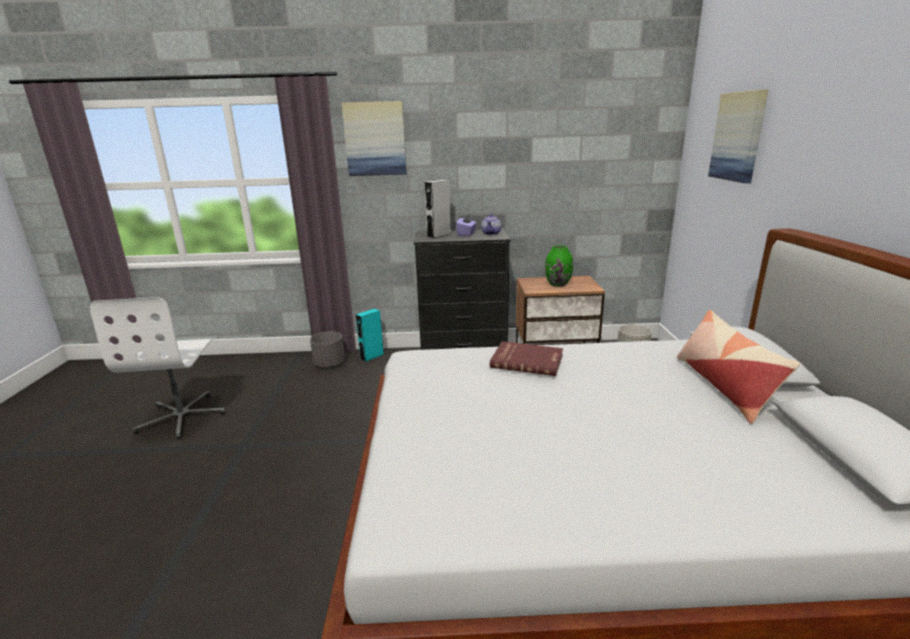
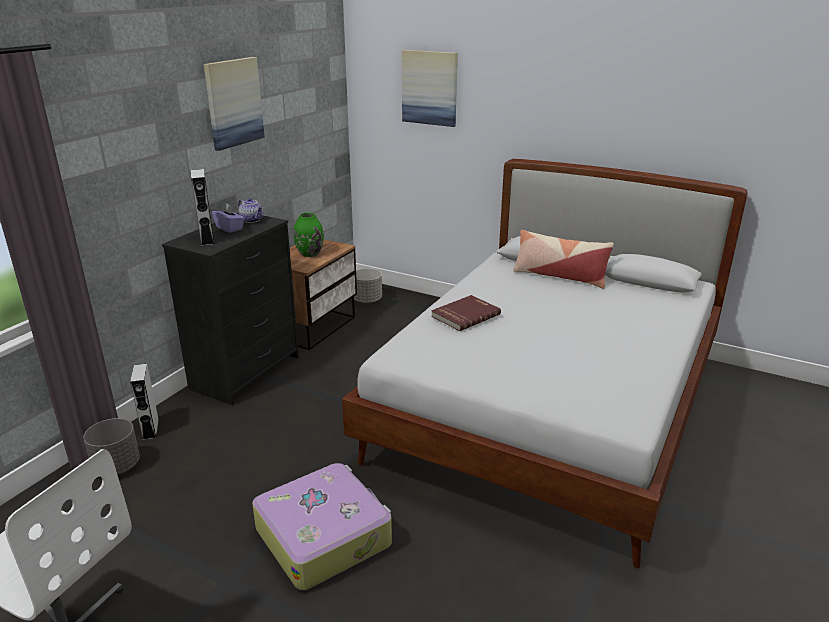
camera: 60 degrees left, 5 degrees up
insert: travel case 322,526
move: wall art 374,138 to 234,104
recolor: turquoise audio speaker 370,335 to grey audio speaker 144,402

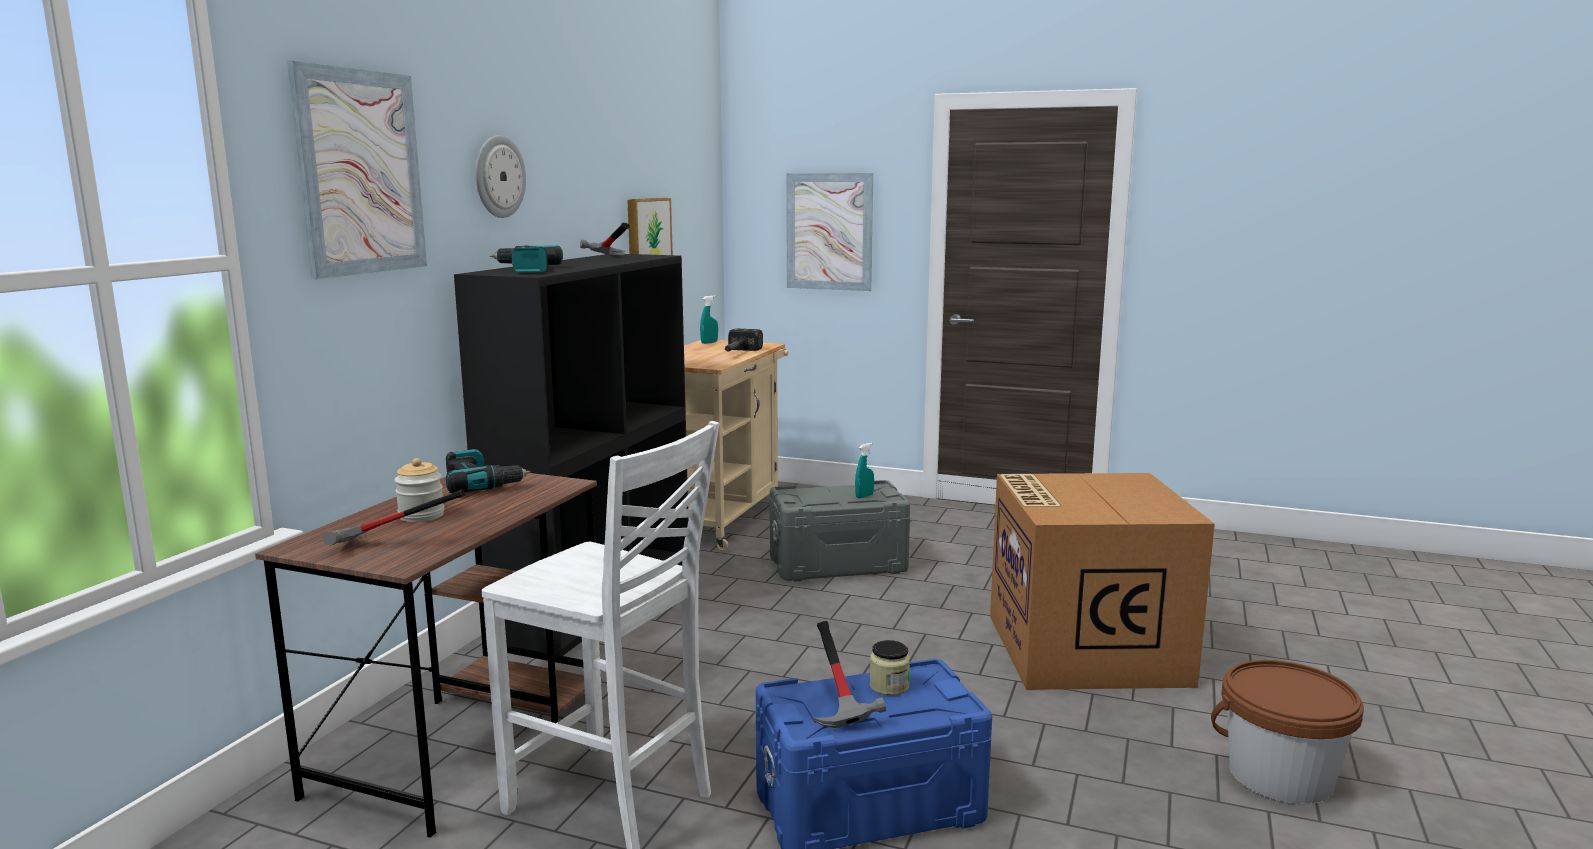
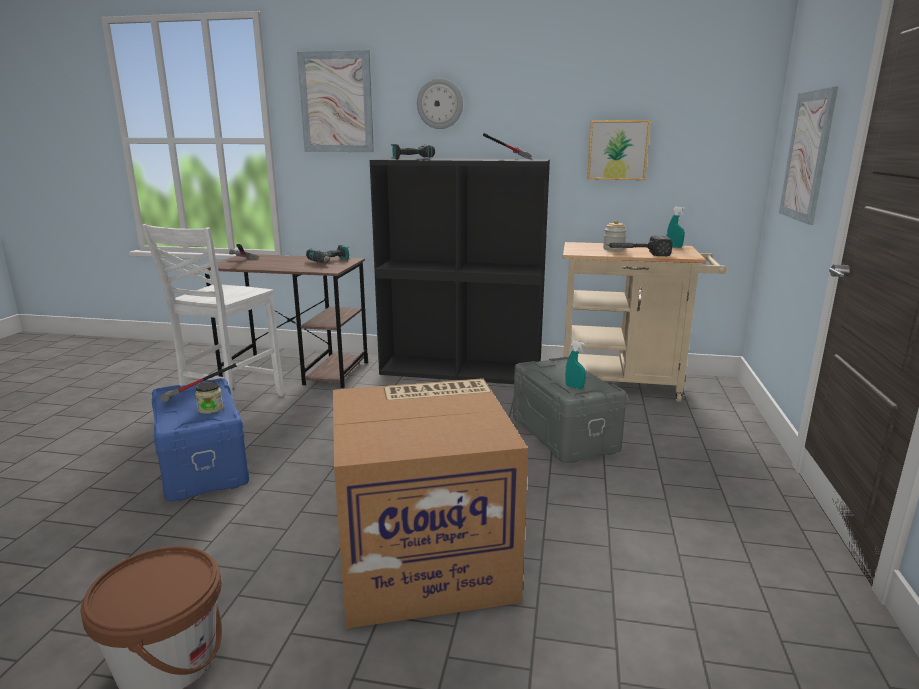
camera: 80 degrees right, 5 degrees up
move: storage jar 419,490 to 615,235

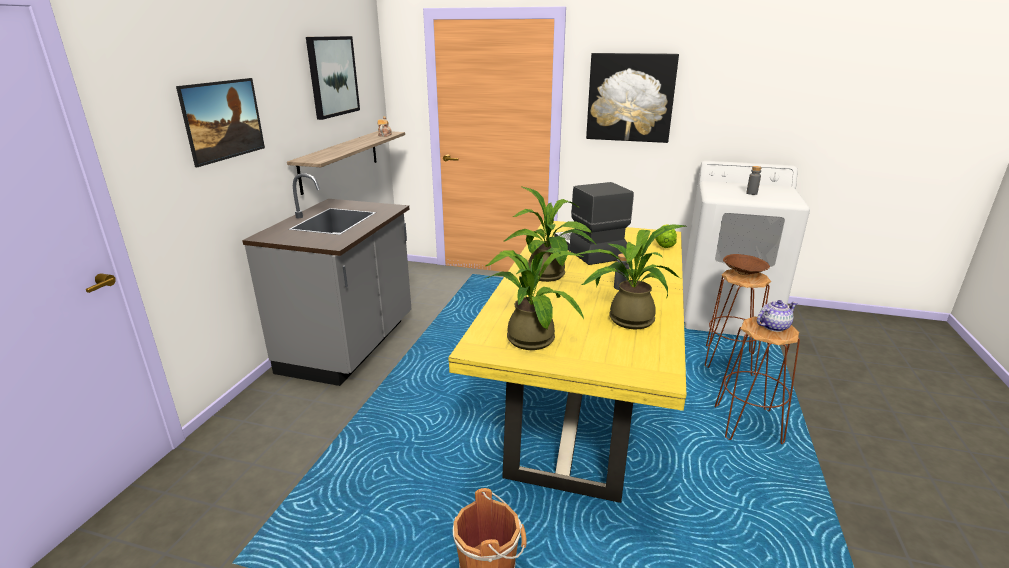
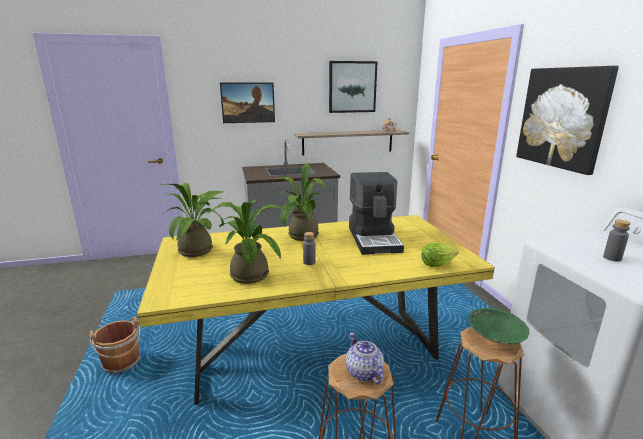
camera: 60 degrees right, 5 degrees down
recolor: brown deep dish 746,264 to green-coloured deep dish 499,326
rotate: teapot 777,316 = 365,358 150 degrees counterclockwise; coffee brewer 594,223 = 376,213 135 degrees clockwise

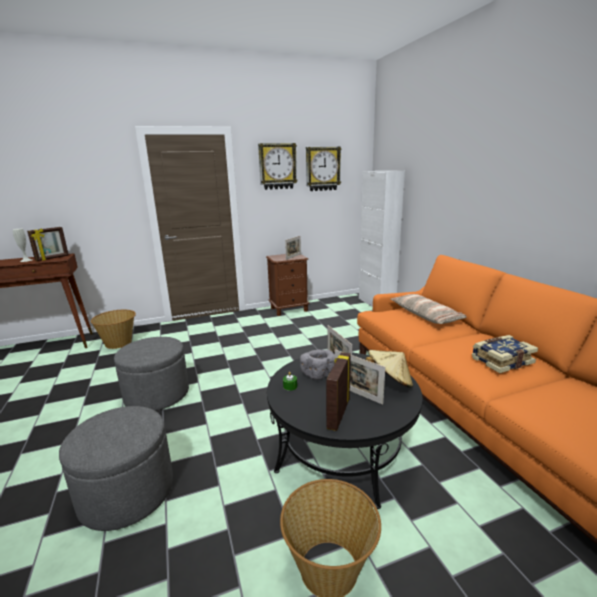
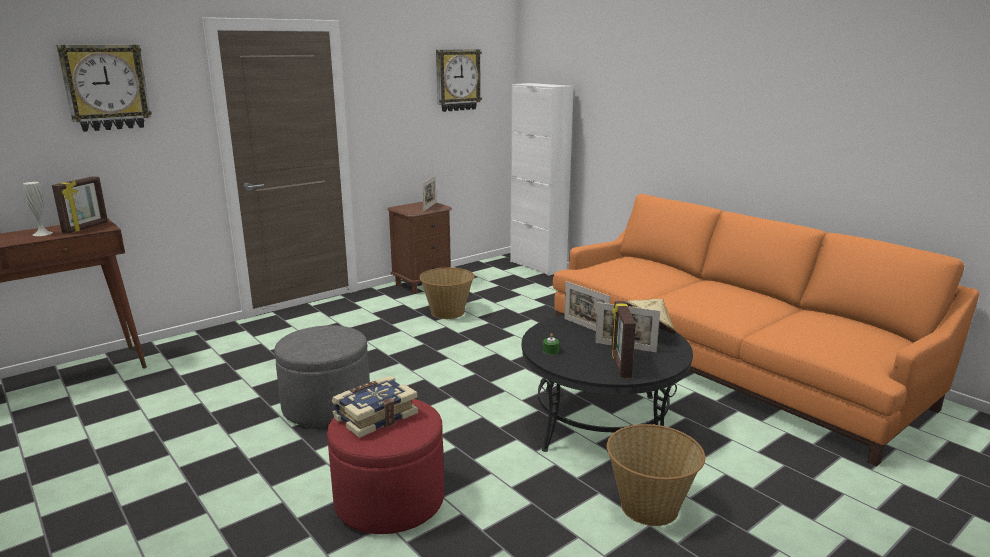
camera: 20 degrees left, 0 degrees up
delete: grey deep dish 317,364; pillow 428,309
move: clock on the wall 278,166 to 104,88; volume 505,354 to 375,407; storage basket 113,329 to 447,293
recolor: grey footrest 116,468 to reddish footrest 385,466

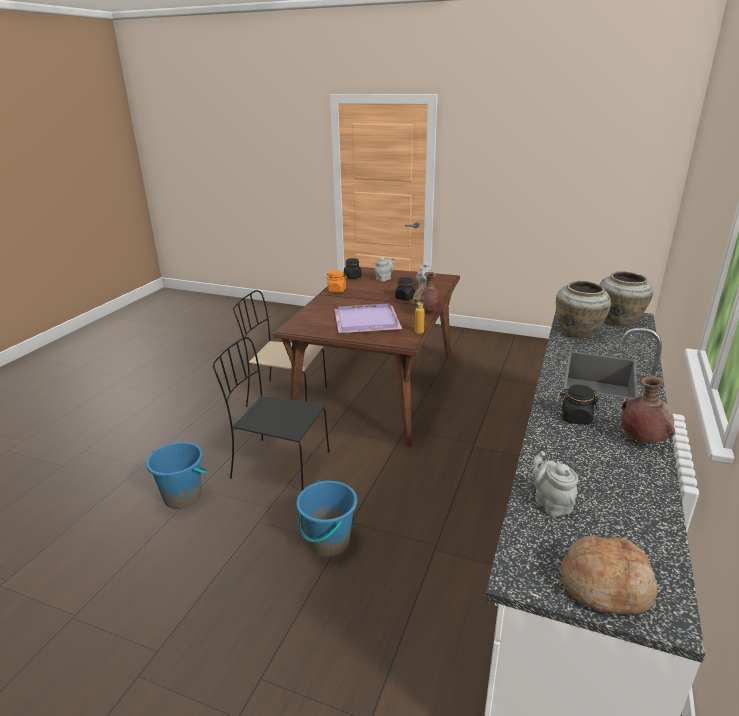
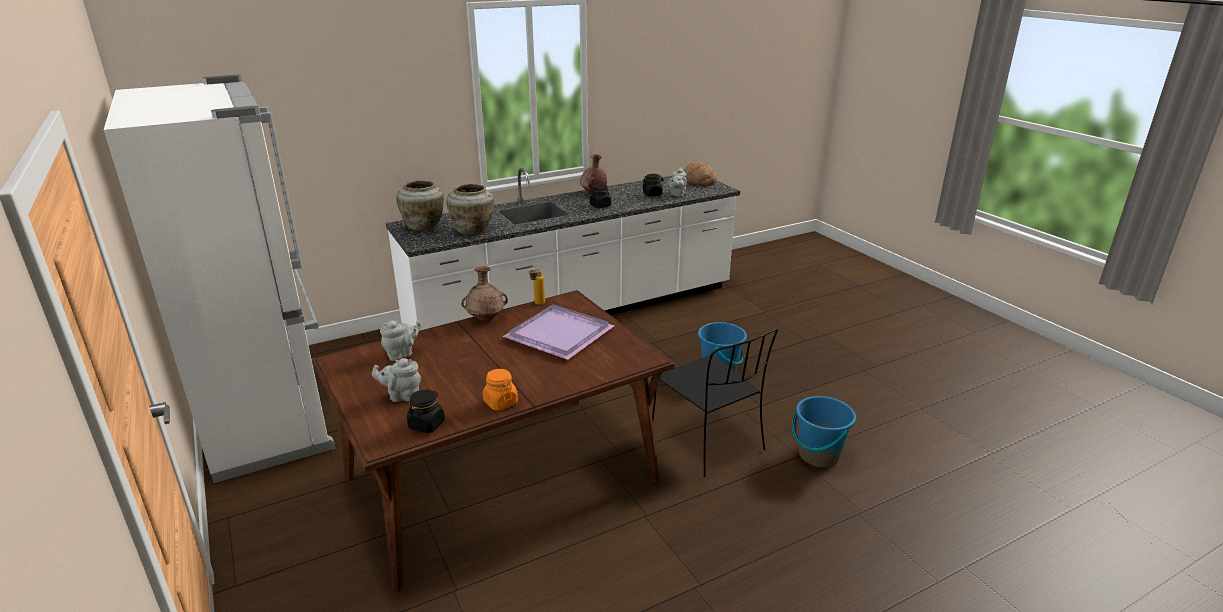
camera: 140 degrees left, 0 degrees up
delete: beige-coloured plain chair 280,348
insert: white fridge 220,279
move: blackish storage jar 405,288 to 653,185

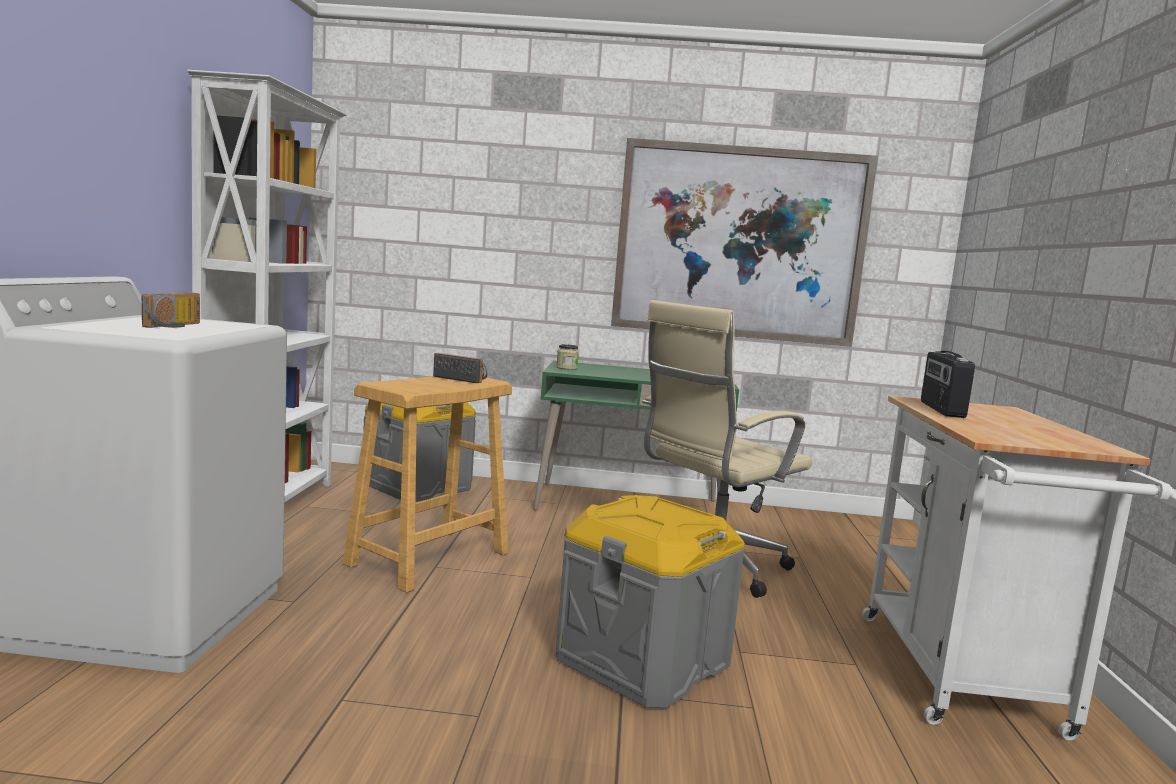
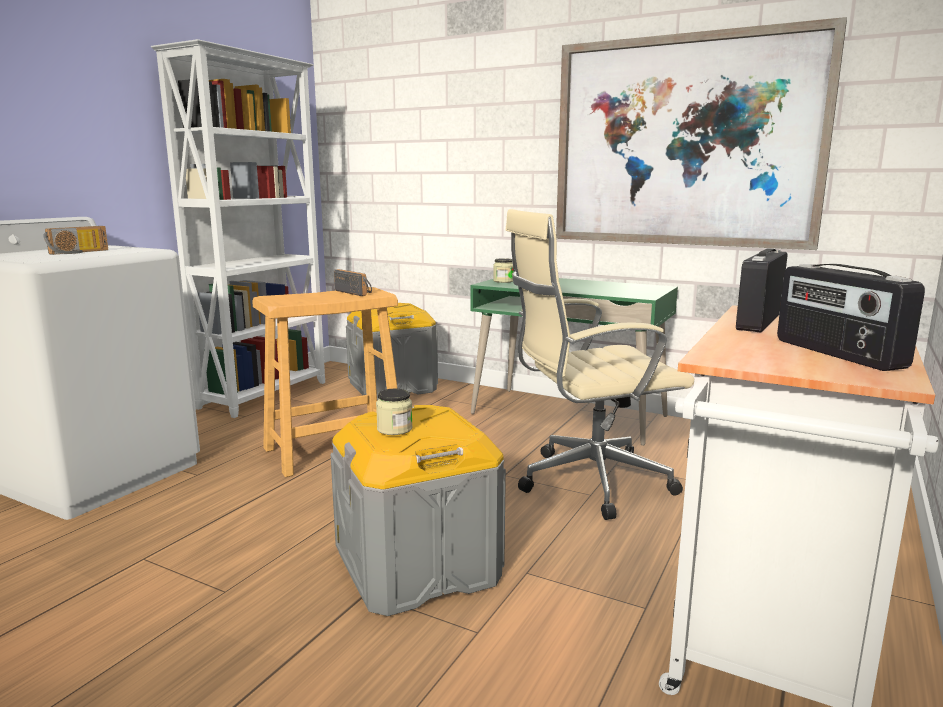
camera: 25 degrees right, 5 degrees up
insert: storage jar 394,412; radio 851,317

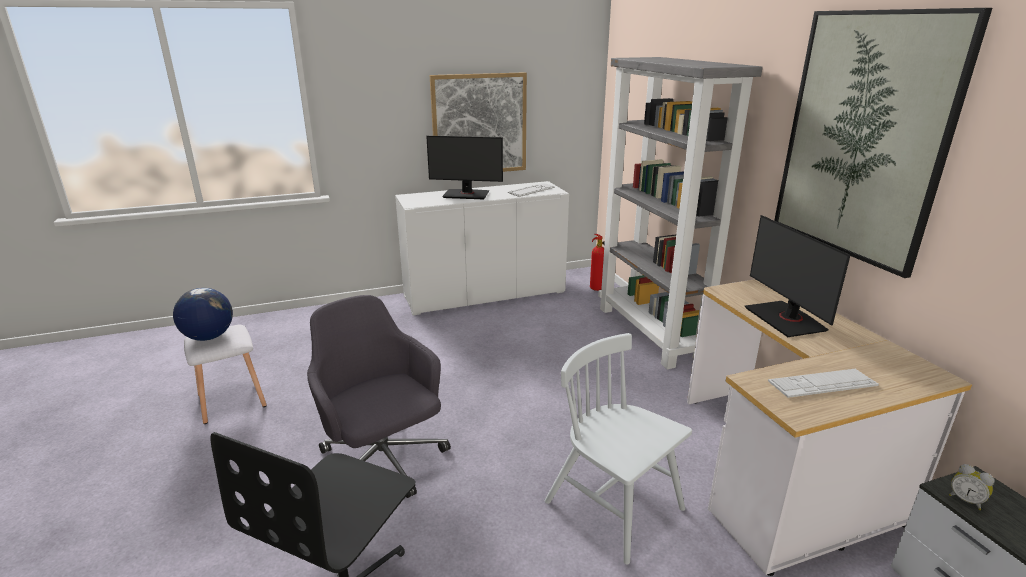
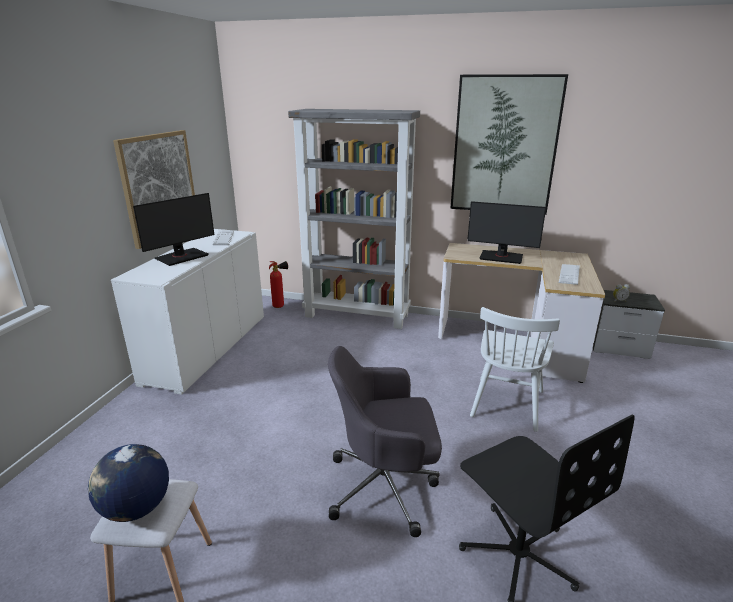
camera: 55 degrees left, 0 degrees up
rotate: white plain chair 618,449 = 515,369 60 degrees counterclockwise

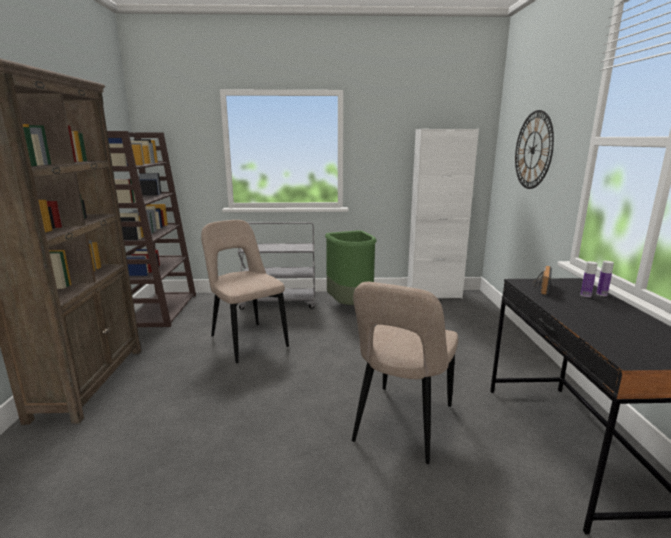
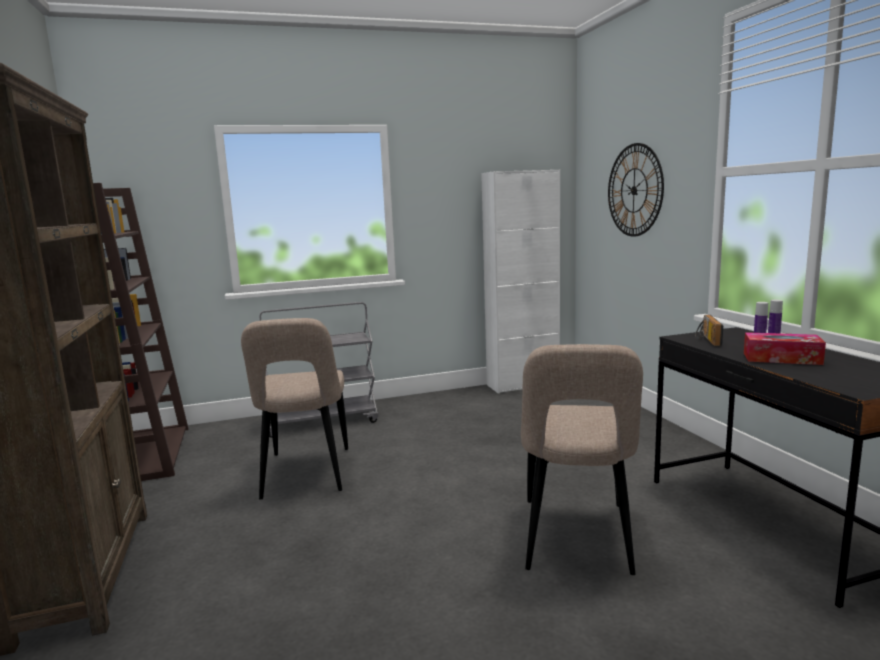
camera: 15 degrees left, 5 degrees down
delete: green-coloured rubbish bin 351,267
insert: tissue box 785,348
rotate: beige-coloured plain chair 245,291 = 294,409 135 degrees counterclockwise

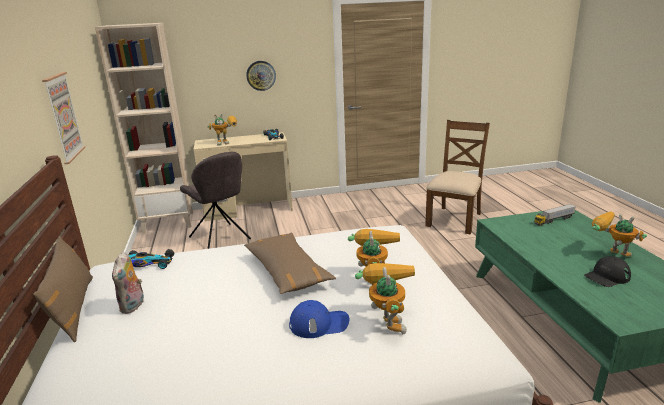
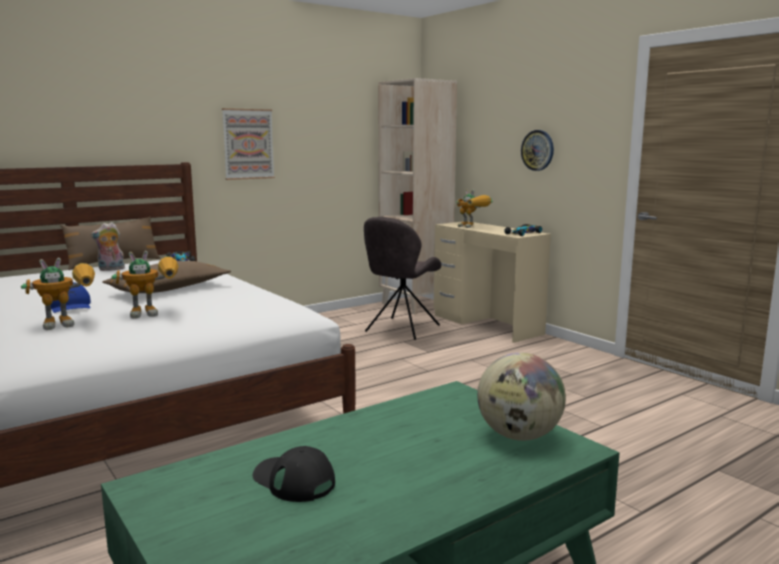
camera: 65 degrees right, 10 degrees down
delete: brown plain chair 457,177; robot figure 619,233
replace: toy lorry 555,215 to world globe 521,397

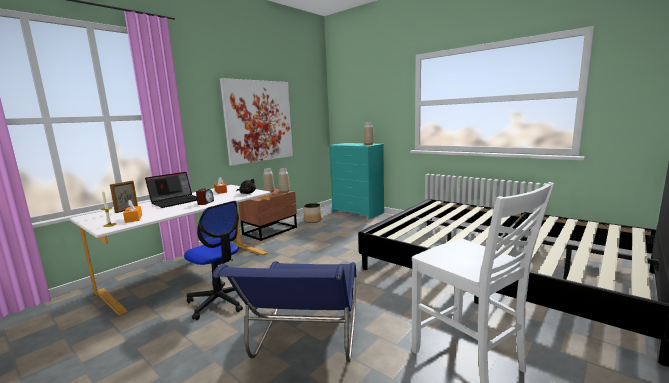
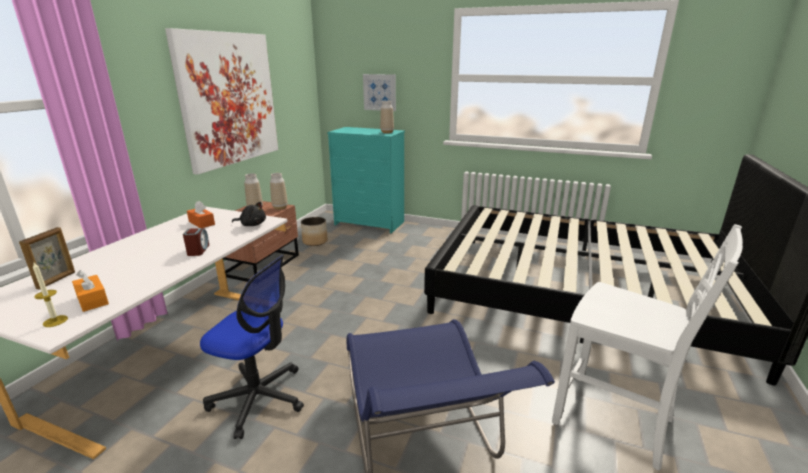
camera: 20 degrees left, 10 degrees up
delete: portable computer 171,190
insert: wall art 379,92

